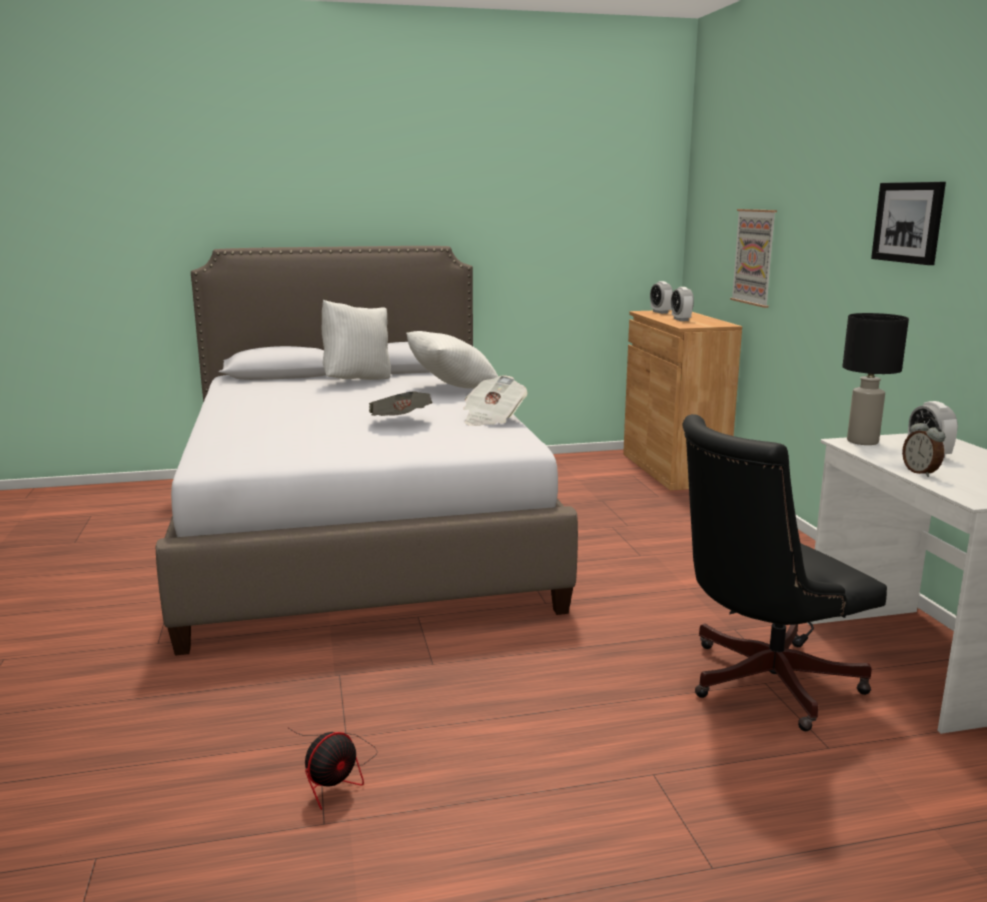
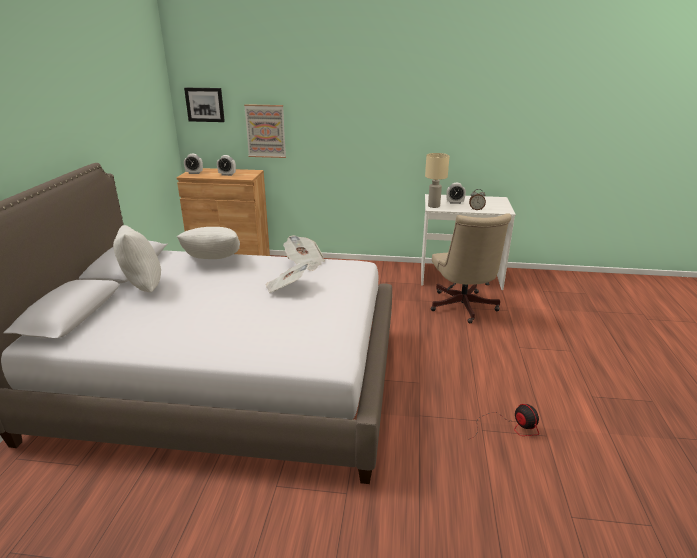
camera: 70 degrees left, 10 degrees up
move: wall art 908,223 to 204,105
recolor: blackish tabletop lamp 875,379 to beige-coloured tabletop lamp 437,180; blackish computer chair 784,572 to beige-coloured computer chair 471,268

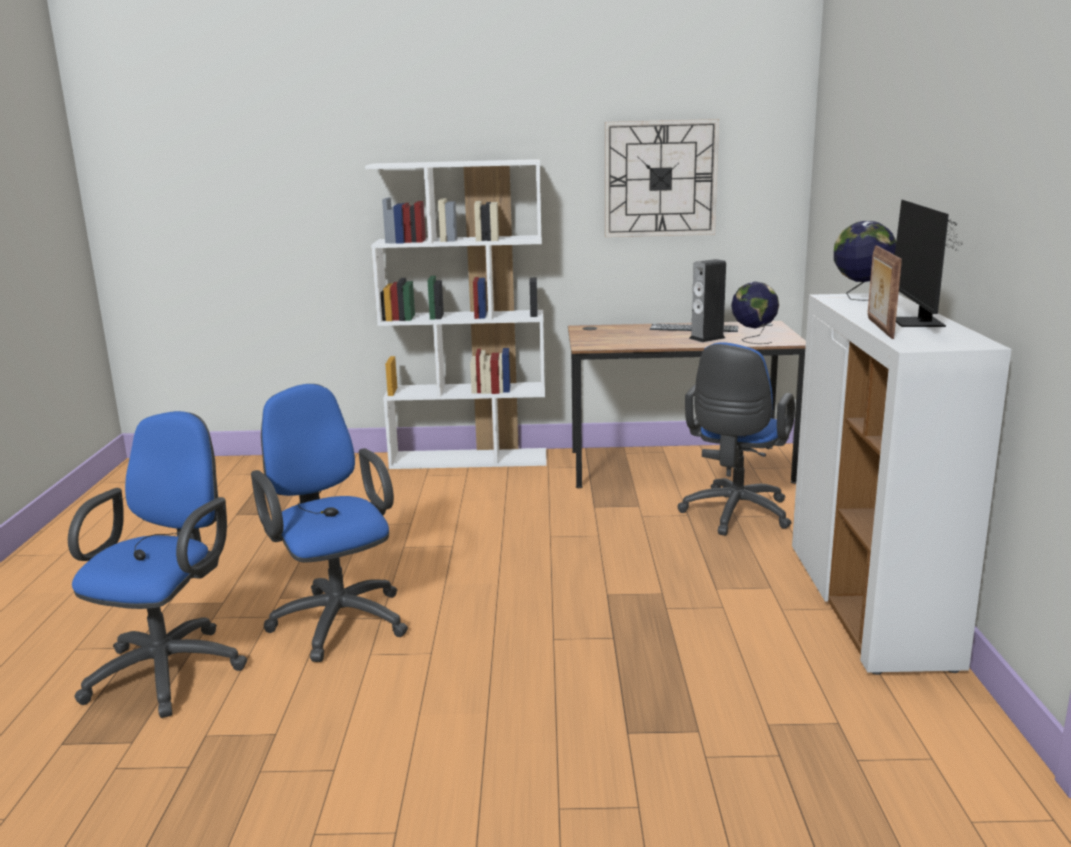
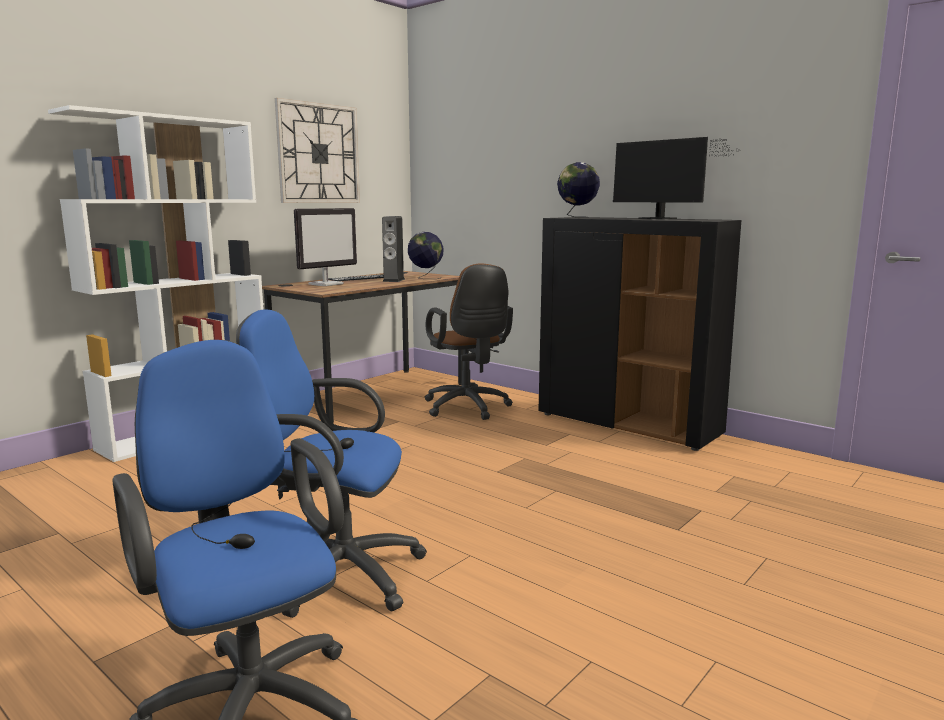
camera: 50 degrees left, 5 degrees down
delete: photo frame 885,292
insert: monitor 325,247
recolor: bluish computer chair 736,439 to brown computer chair 468,342; white cupboard 902,484 to blackish cupboard 639,334

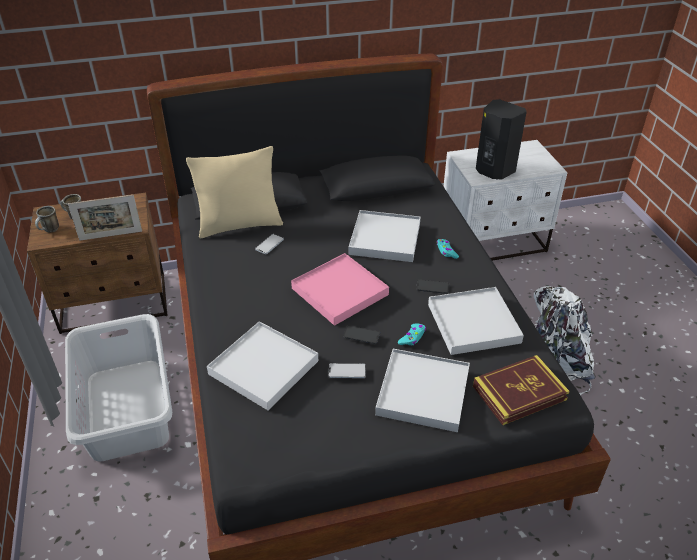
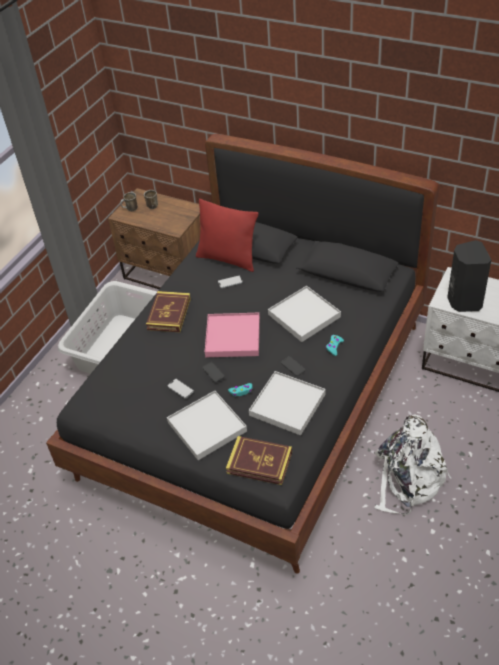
camera: 45 degrees right, 5 degrees up
delete: photo frame 105,218; white tray 262,365
insert: volume 168,311
recolor: beige-coloured pillow 234,192 to reddish pillow 227,235

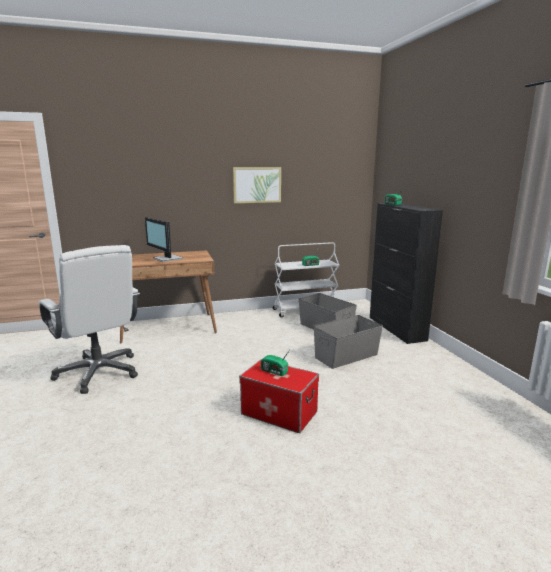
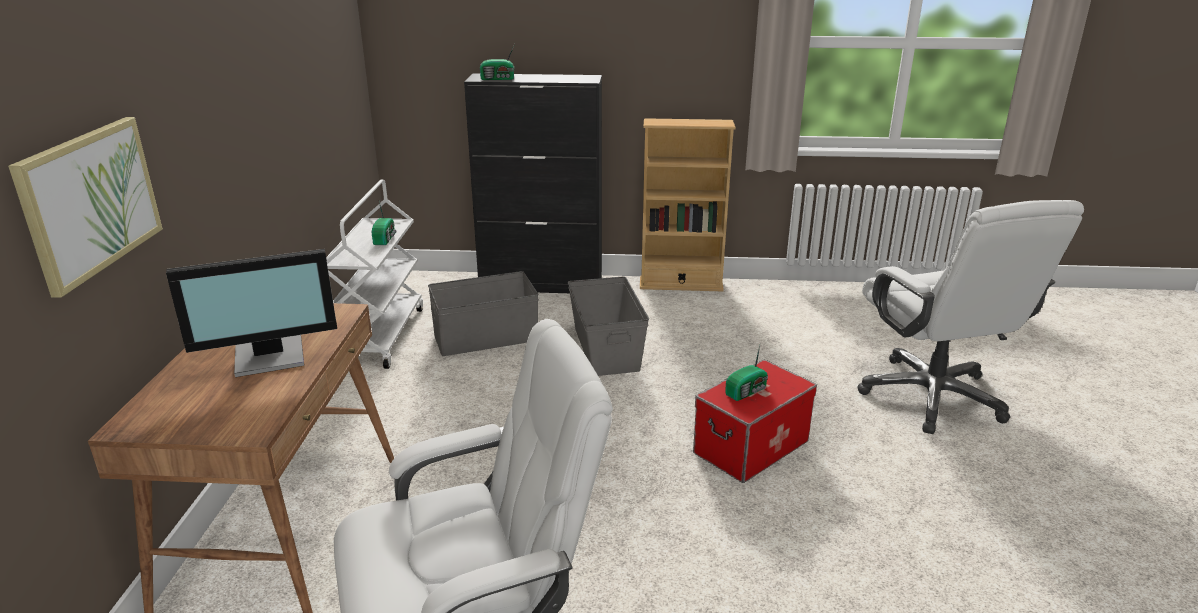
camera: 70 degrees left, 10 degrees up
insert: beige-coloured bookcase 688,204; white computer chair 971,317
move: wall art 257,185 to 85,207

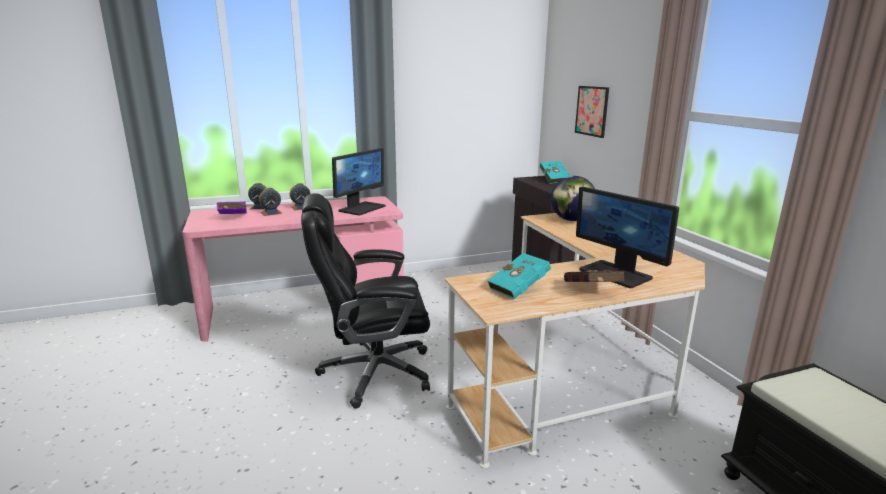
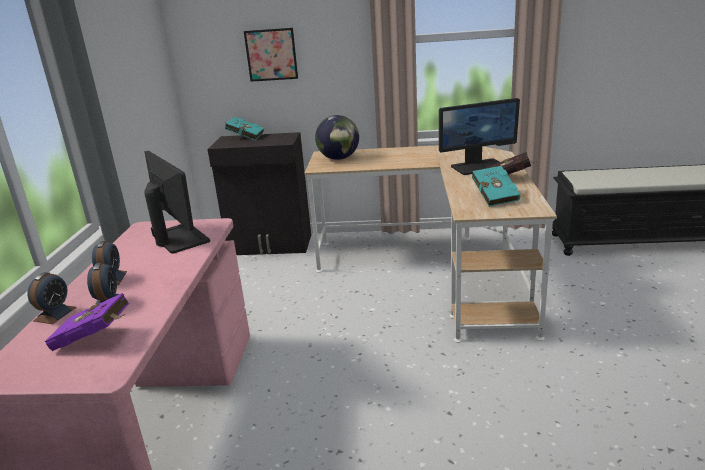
camera: 65 degrees left, 5 degrees up
delete: blackish computer chair 365,301

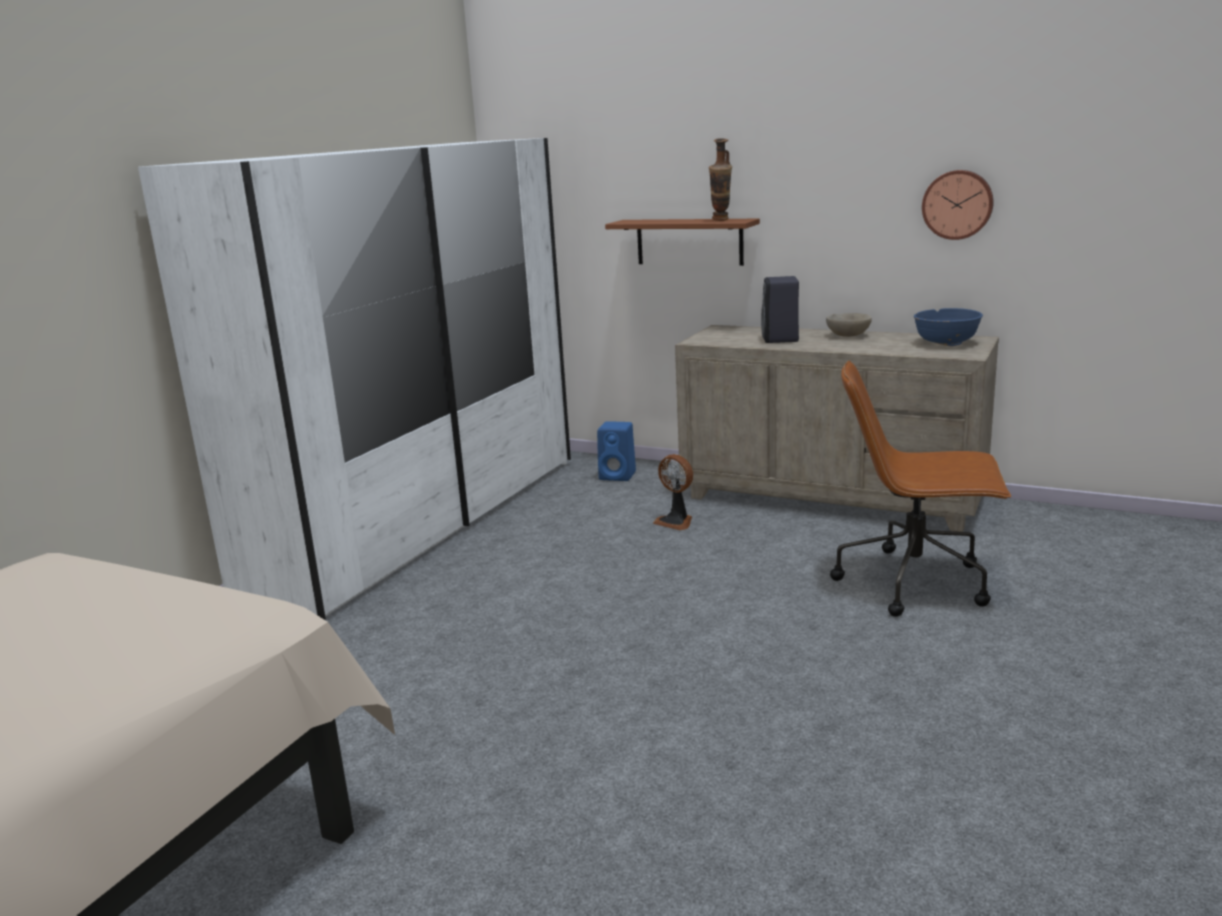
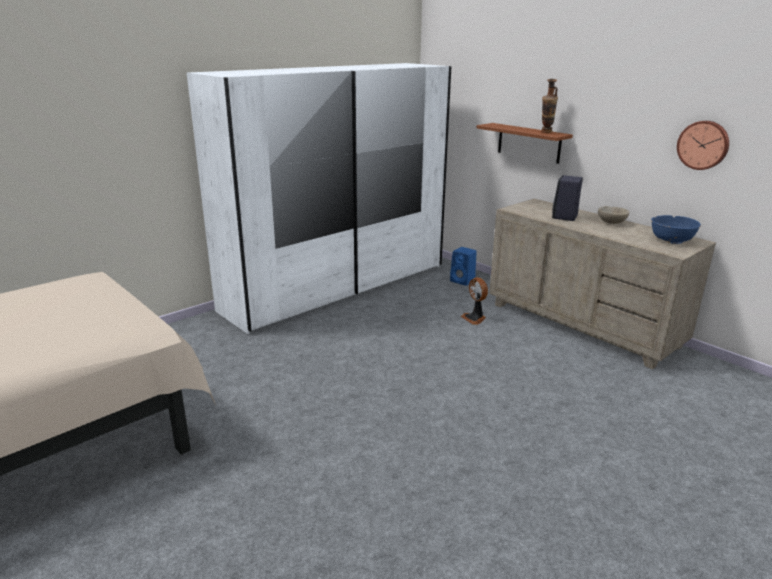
camera: 20 degrees right, 5 degrees up
delete: brown computer chair 920,488

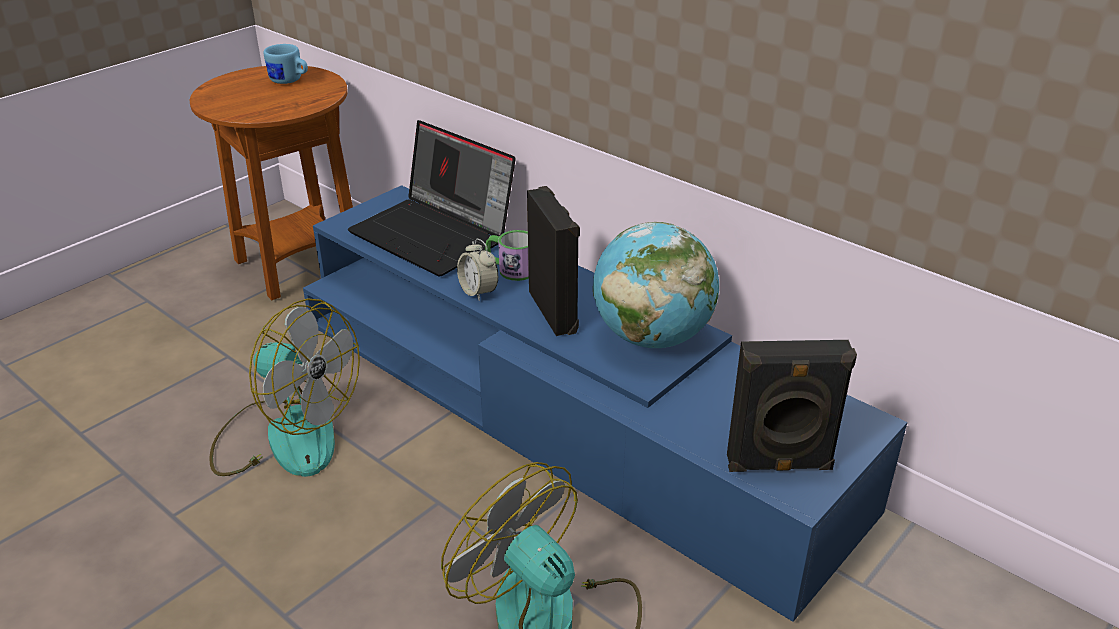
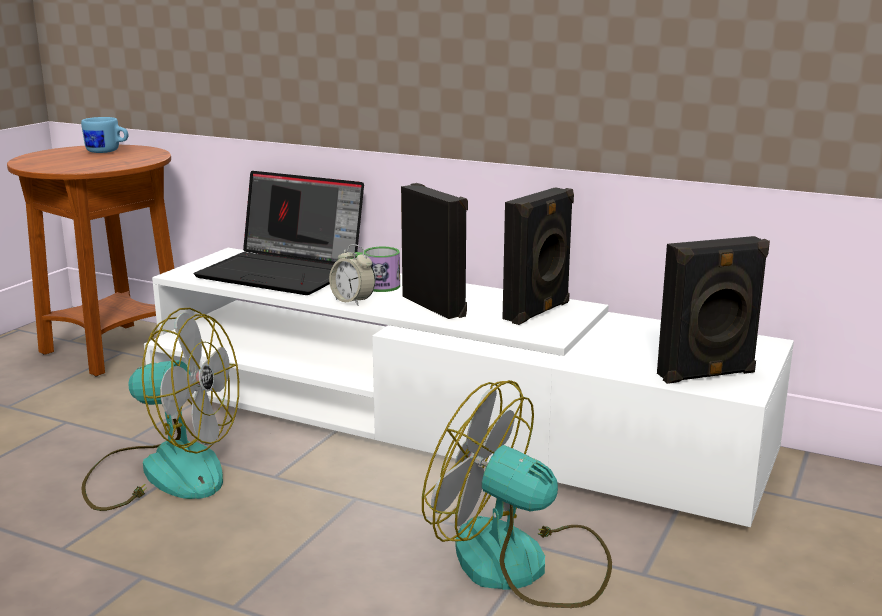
camera: 15 degrees left, 15 degrees down
replace: world globe 656,285 to blackish audio speaker 538,256
recolor: bluish media console 605,403 to white media console 469,387

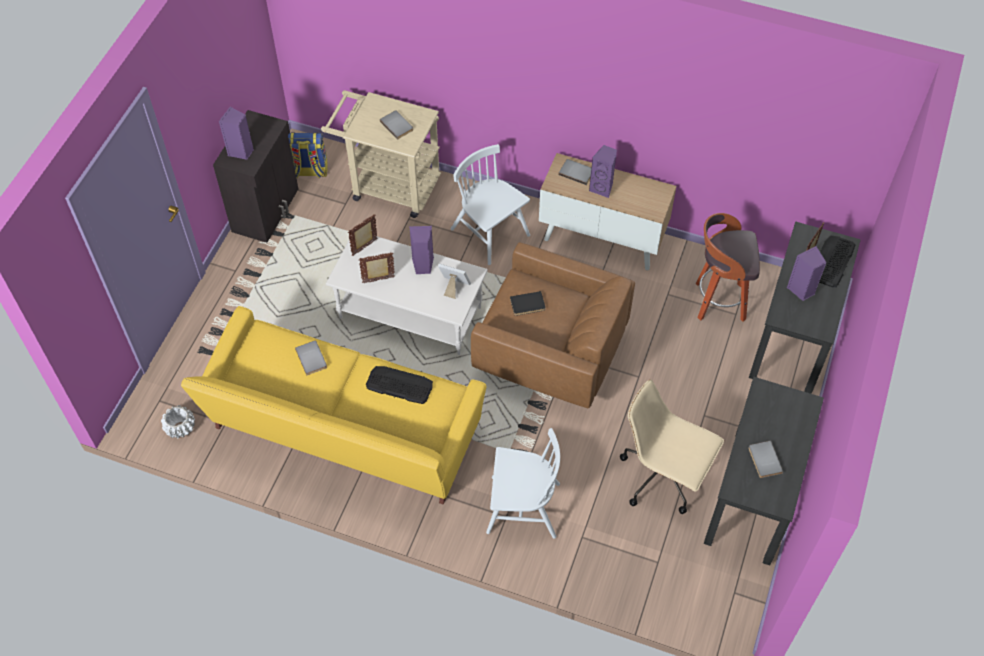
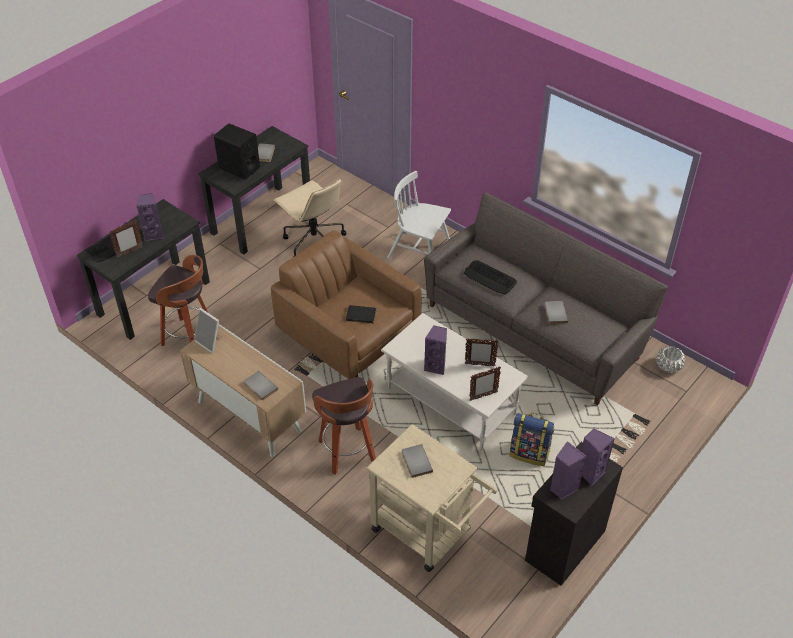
camera: 160 degrees left, 10 degrees down
insert: blackish audio speaker 237,151
move: photo frame 454,281 to 208,330; backpack 308,155 to 532,439; purple audio speaker 603,171 to 568,470
replace: white plain chair 490,204 to stool seat 344,426
recolor: yellow sofa 333,405 to grey sofa 546,299

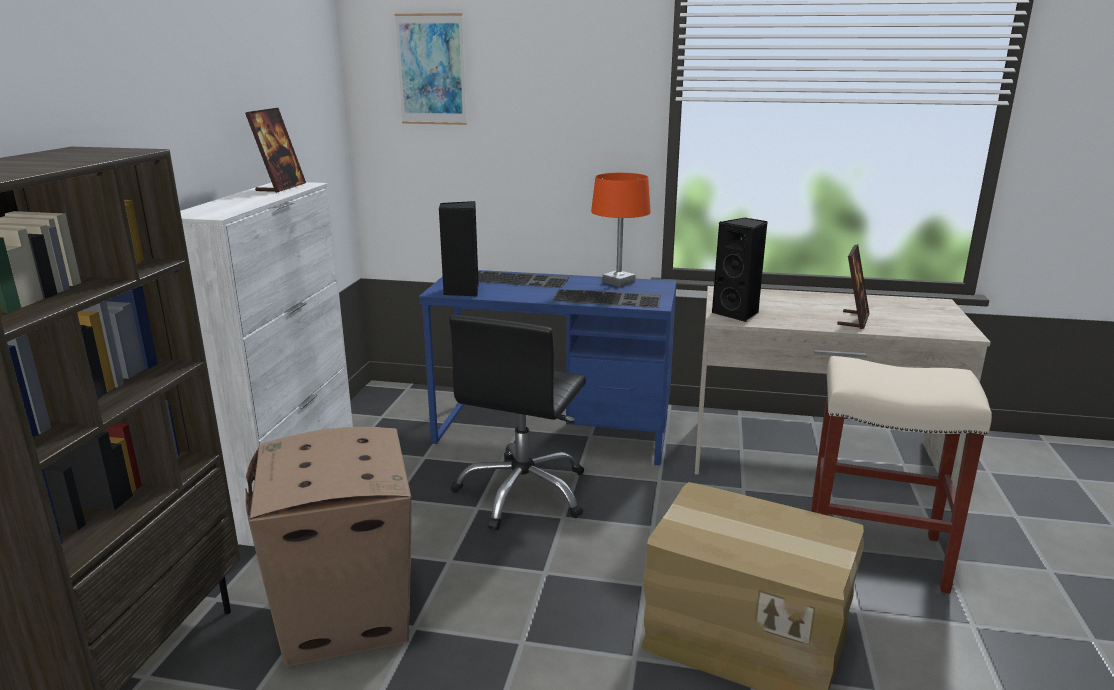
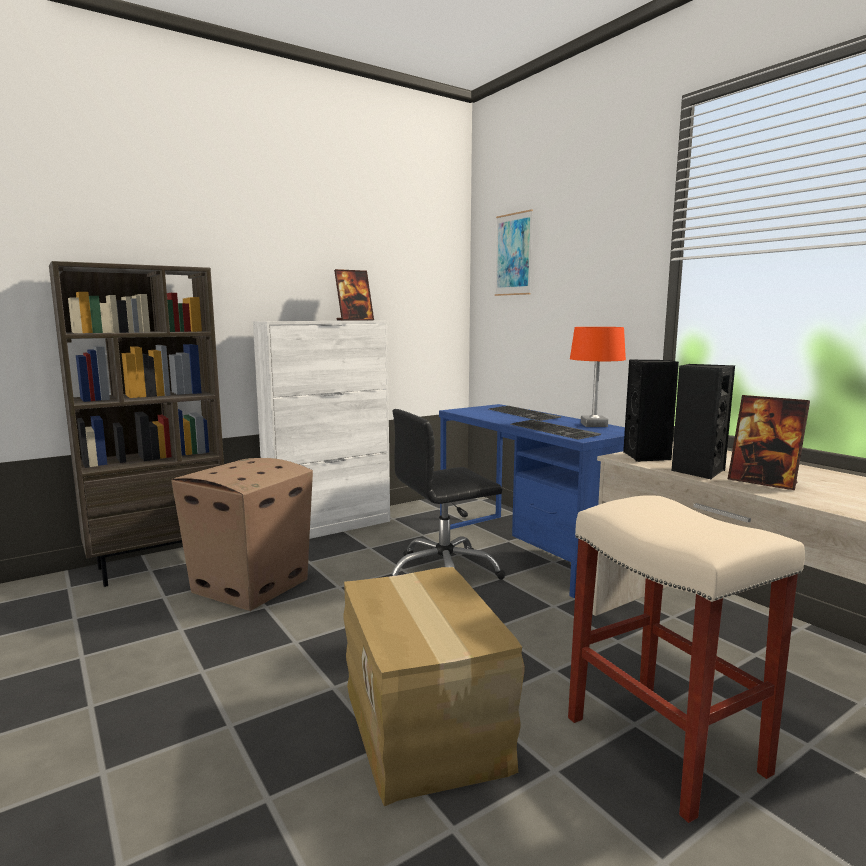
camera: 45 degrees right, 10 degrees down
move: blackish audio speaker 459,248 to 703,422
rotate: photo frame 853,286 = 769,442 60 degrees clockwise

